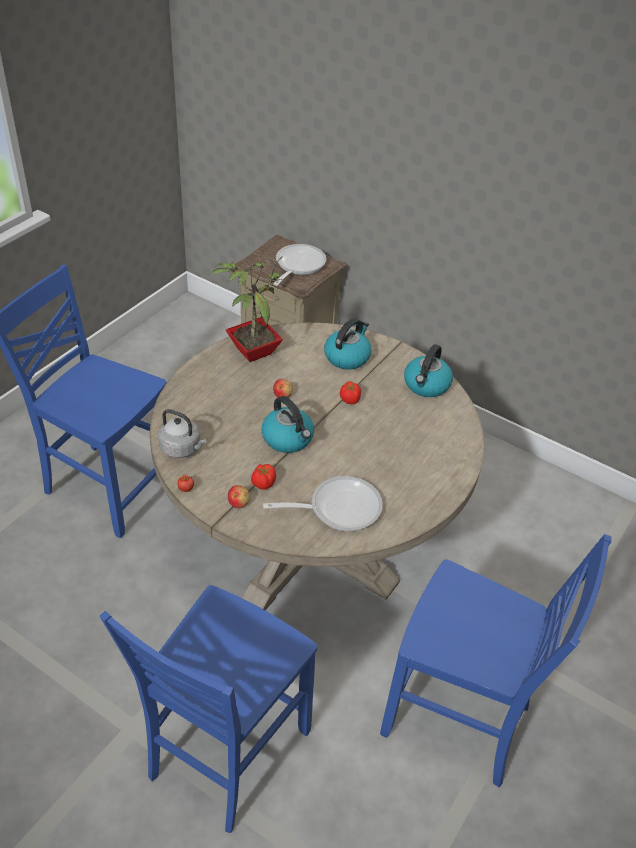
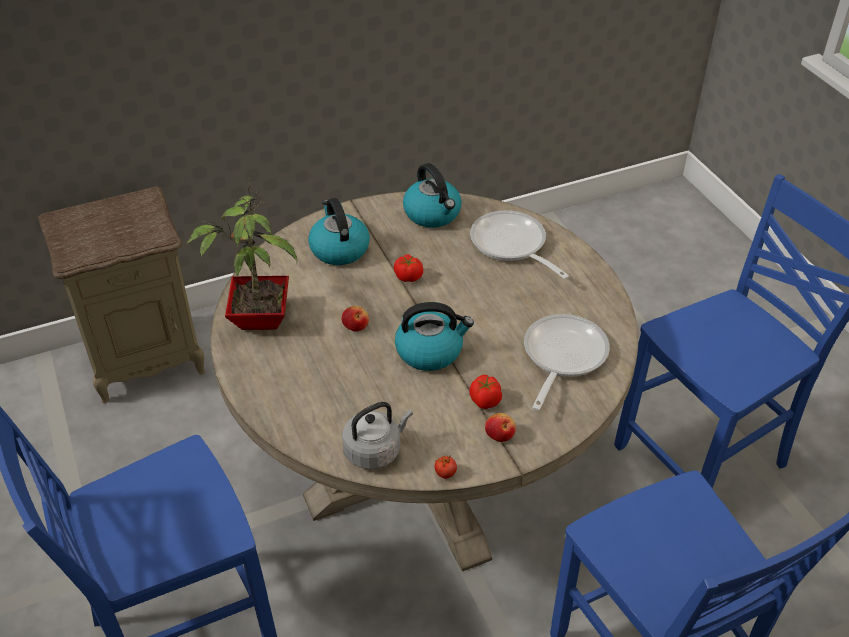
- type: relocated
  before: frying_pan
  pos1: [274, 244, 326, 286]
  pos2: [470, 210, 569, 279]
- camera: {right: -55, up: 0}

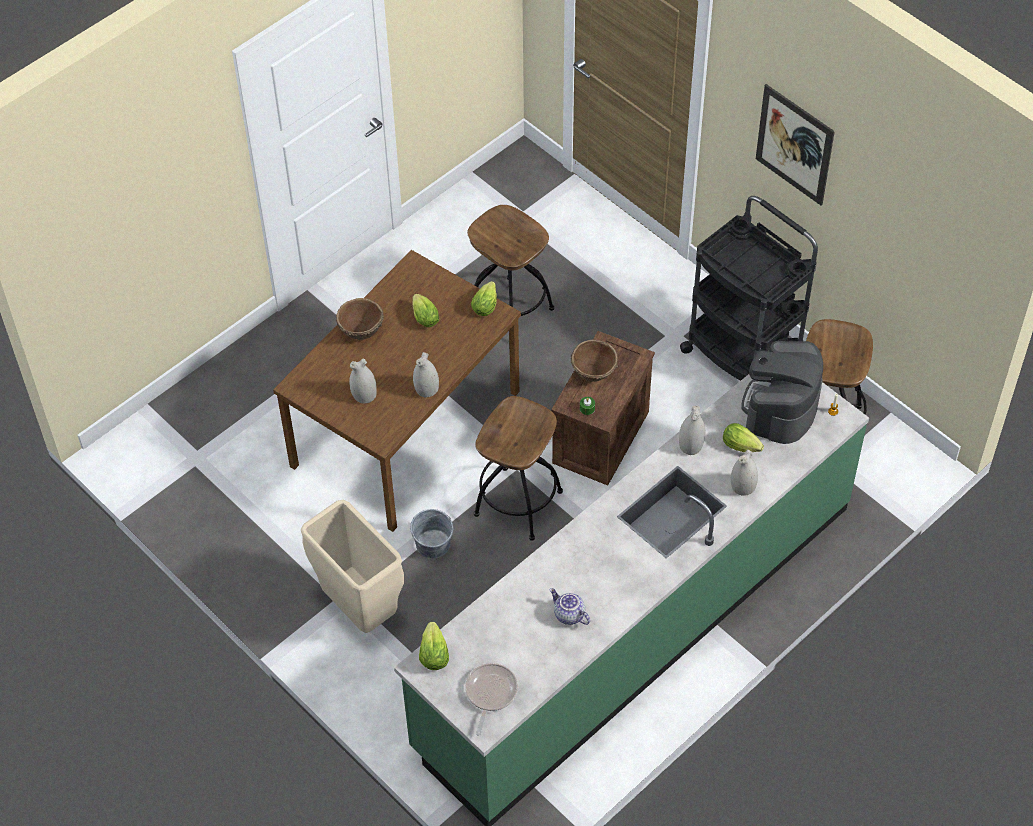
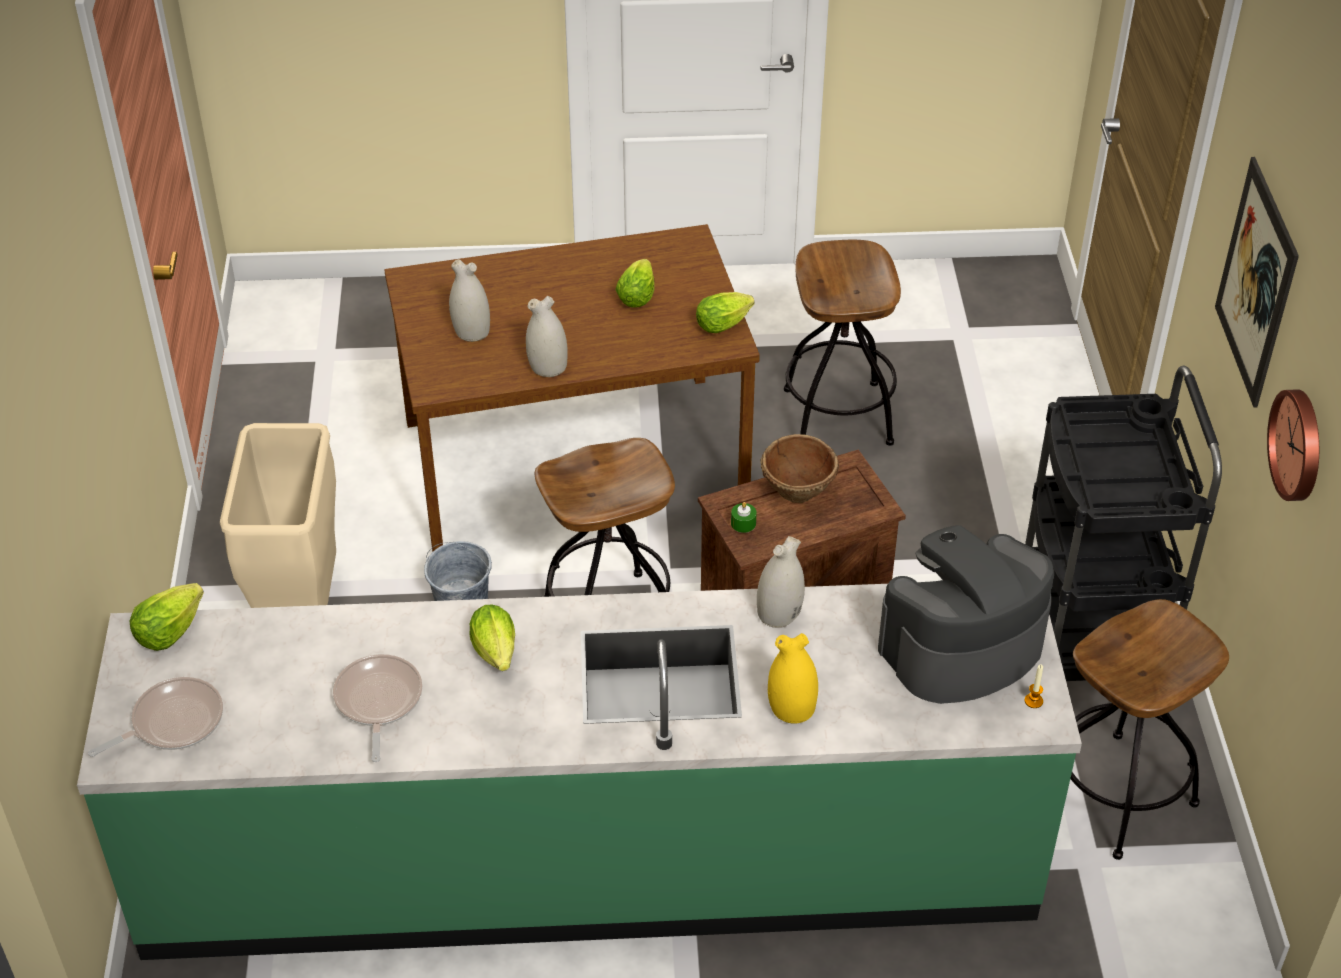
- type: missing
  before: brown_bowl
  pos1: [336, 298, 384, 340]
- type: appeared
  after: wall_clock
  pos2: [1267, 390, 1319, 501]
- type: relocated
  before: lettuce
  pos1: [723, 423, 764, 452]
  pos2: [469, 605, 515, 671]
- type: exchanged
  before: teapot
  after: frying_pan
  pos1: [550, 588, 590, 625]
  pos2: [333, 654, 422, 762]
- type: colour
  before: white_vase
  after: yellow_vase
  pos1: [731, 450, 758, 496]
  pos2: [768, 633, 818, 724]
- camera: {right: 40, up: -10}

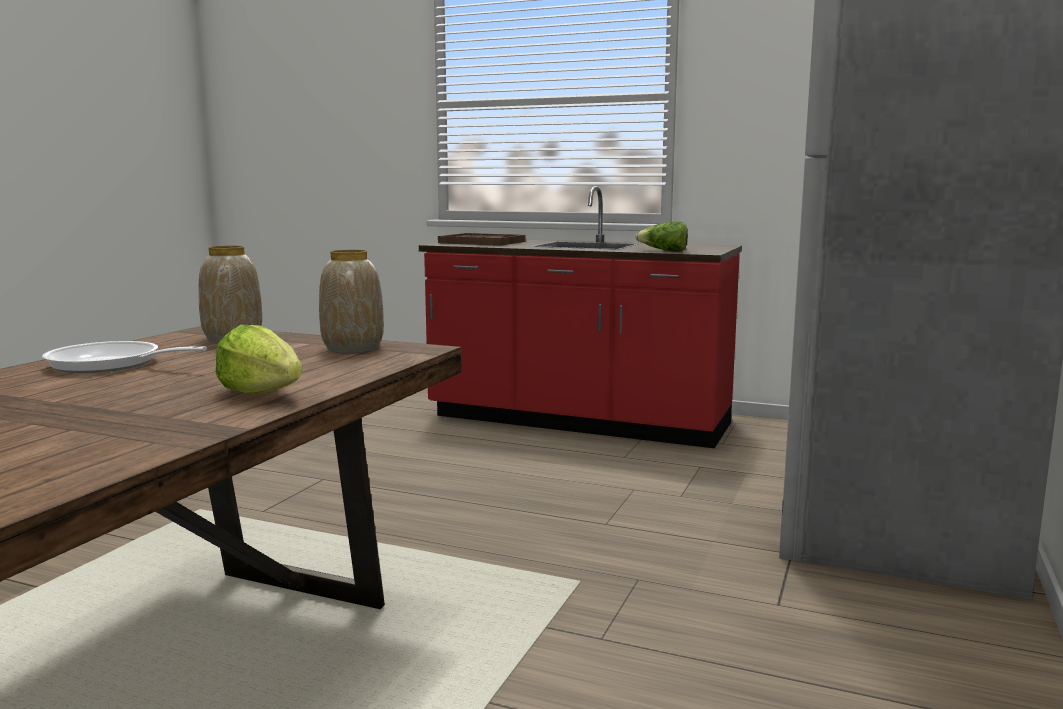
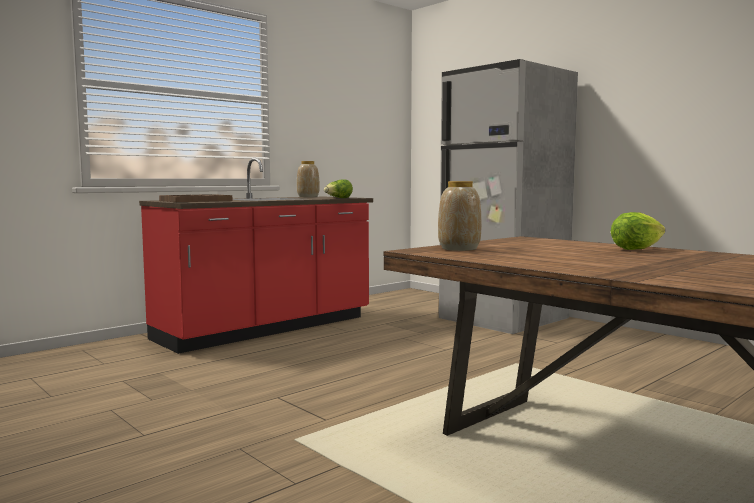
- type: missing
  before: frying_pan
  pos1: [42, 341, 207, 373]
- type: relocated
  before: vase
  pos1: [319, 250, 384, 353]
  pos2: [297, 161, 320, 197]
- camera: {right: -65, up: -5}

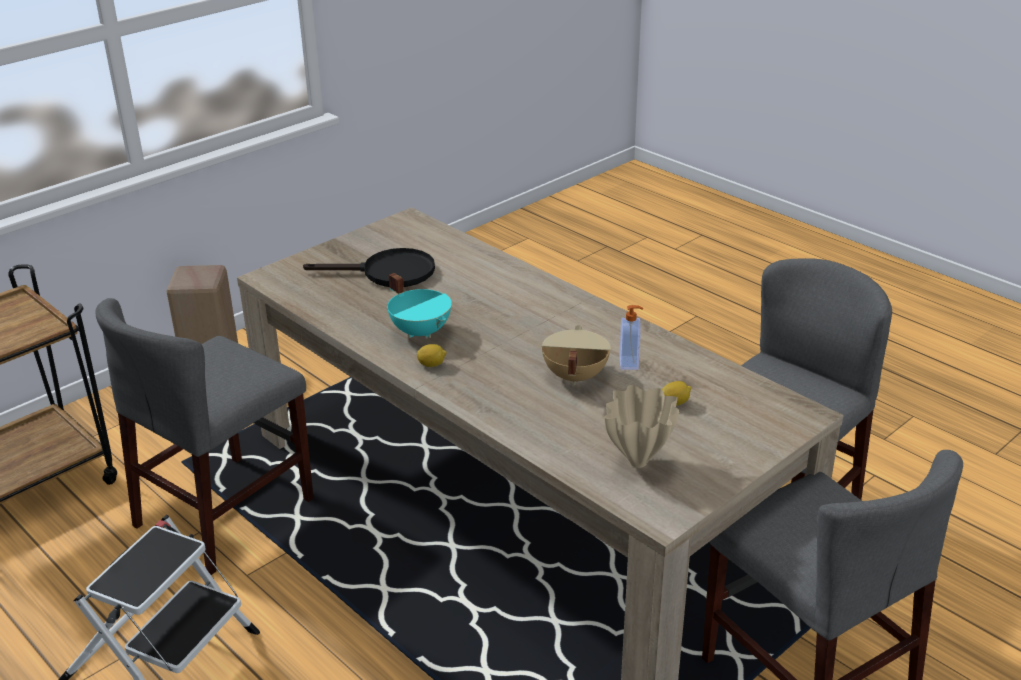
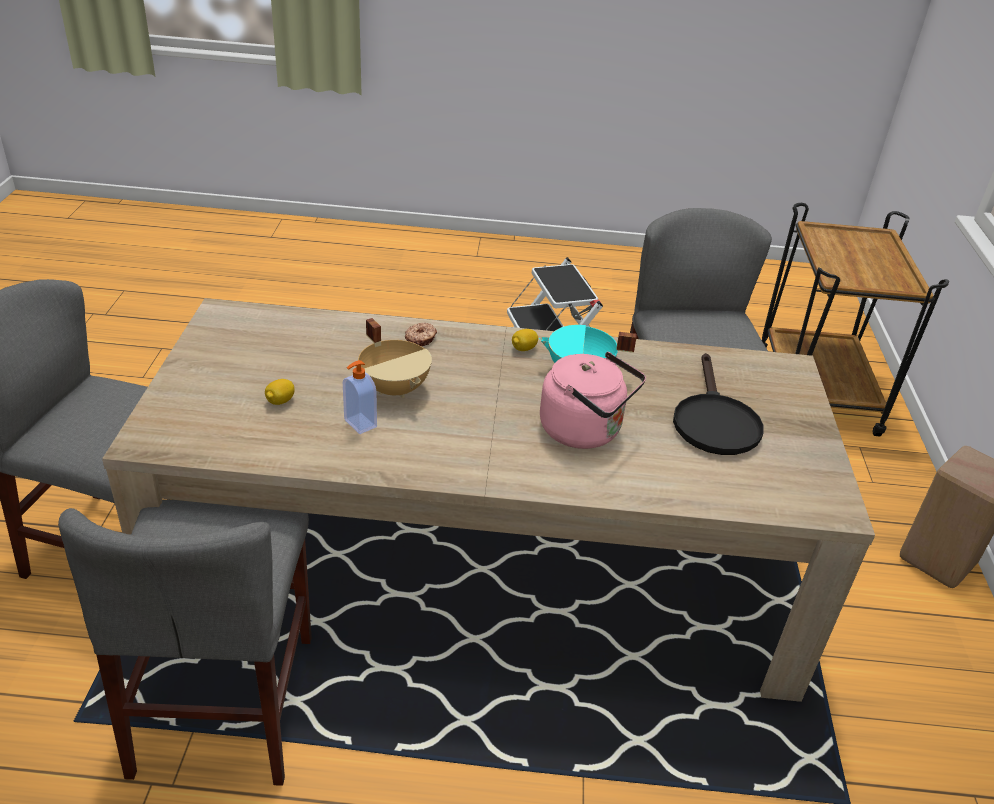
- type: missing
  before: beige_vase
  pos1: [604, 385, 680, 468]
- type: appeared
  after: donut
  pos2: [405, 323, 437, 346]
- type: appeared
  after: pink_kettle
  pos2: [540, 352, 646, 449]
- type: spun
  before: black_frying_pan
  pos1: [303, 248, 435, 287]
  pos2: [673, 353, 764, 455]
  turn: -45
- camera: {right: 135, up: 5}

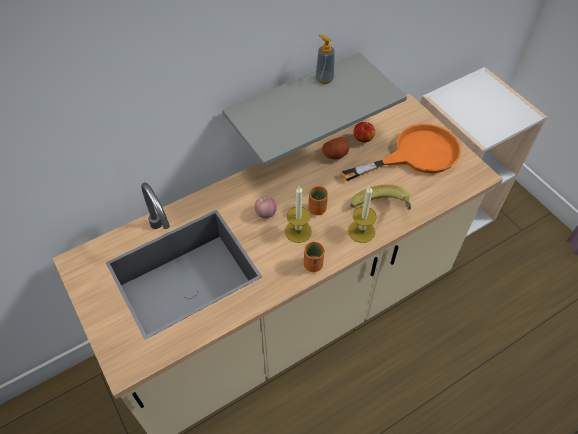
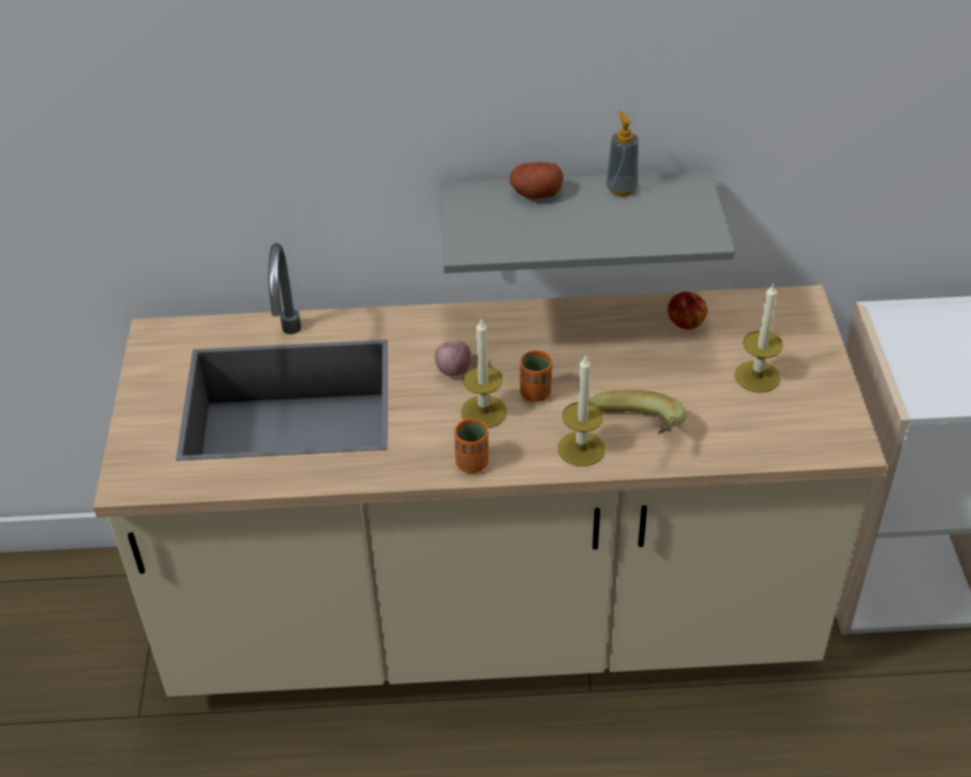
- type: relocated
  before: potato
  pos1: [322, 137, 349, 159]
  pos2: [510, 162, 563, 199]
- type: exchanged
  before: orange_frying_pan
  after: candle
  pos1: [341, 124, 461, 181]
  pos2: [735, 284, 783, 392]
- camera: {right: 30, up: -10}

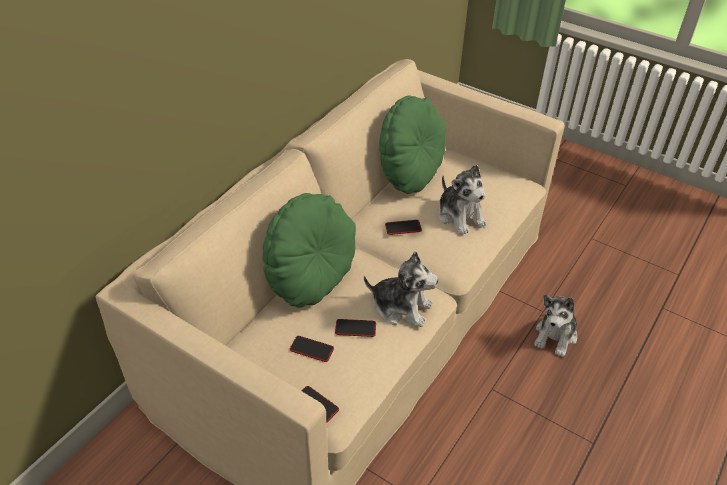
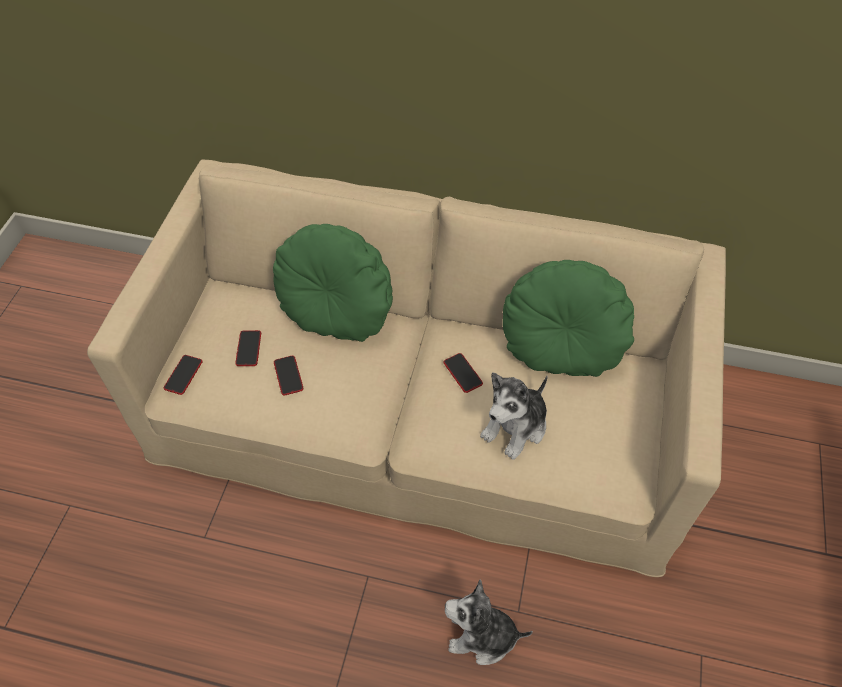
- type: missing
  before: plush_toy
  pos1: [364, 251, 438, 327]
- camera: {right: 70, up: 10}

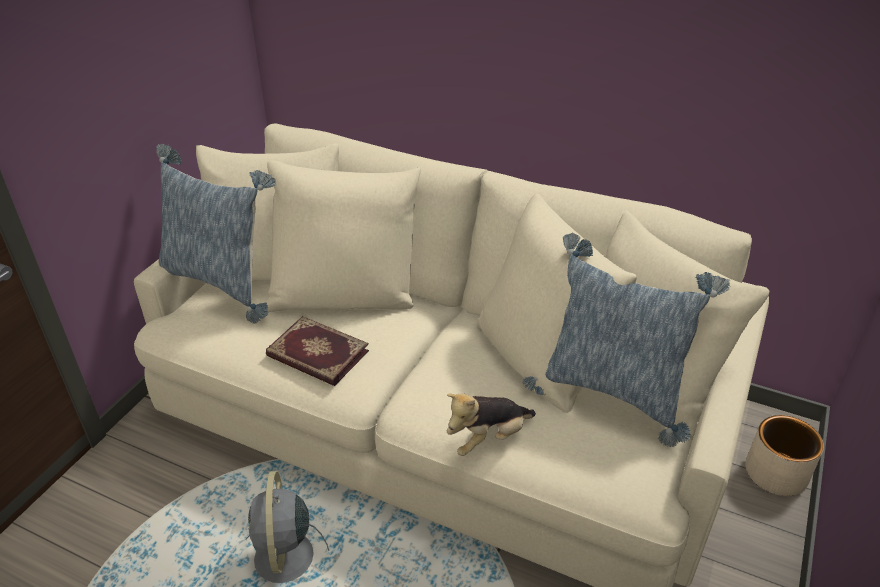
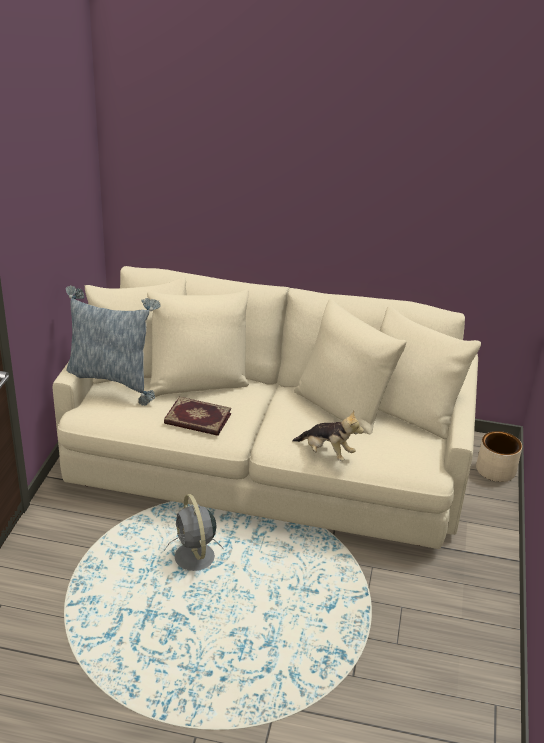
- type: missing
  before: pillow
  pos1: [522, 232, 730, 447]
- type: spun
  before: plush_toy
  pos1: [447, 393, 536, 456]
  pos2: [292, 411, 364, 461]
  turn: -105
- camera: {right: -15, up: -5}

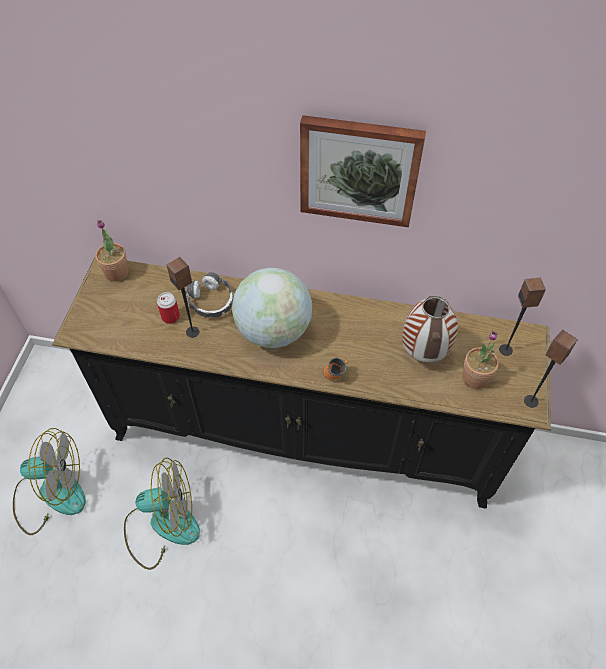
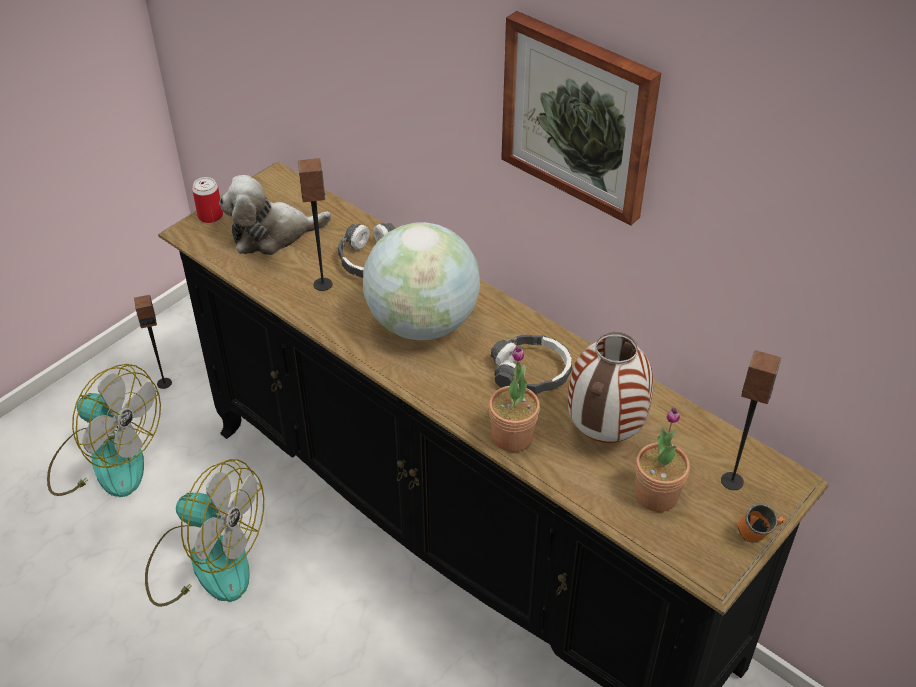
- type: appeared
  after: plush_toy
  pos2: [219, 175, 332, 255]
- type: appeared
  after: headphones
  pos2: [491, 335, 572, 394]
- type: relocated
  before: potted_plant
  pos1: [95, 220, 129, 282]
  pos2: [489, 346, 540, 452]
- type: relocated
  before: can
  pos1: [157, 292, 180, 324]
  pos2: [192, 177, 223, 223]
- type: relocated
  before: orange_mug
  pos1: [324, 358, 349, 381]
  pos2: [738, 504, 785, 543]
- type: relocated
  before: speaker
  pos1: [524, 330, 578, 408]
  pos2: [134, 295, 172, 389]
- camera: {right: 30, up: -10}

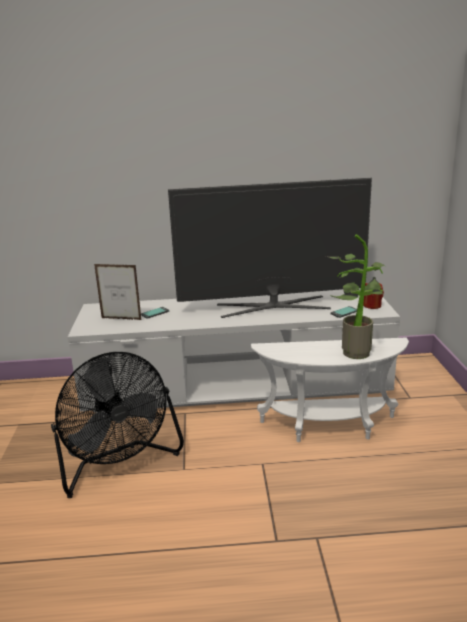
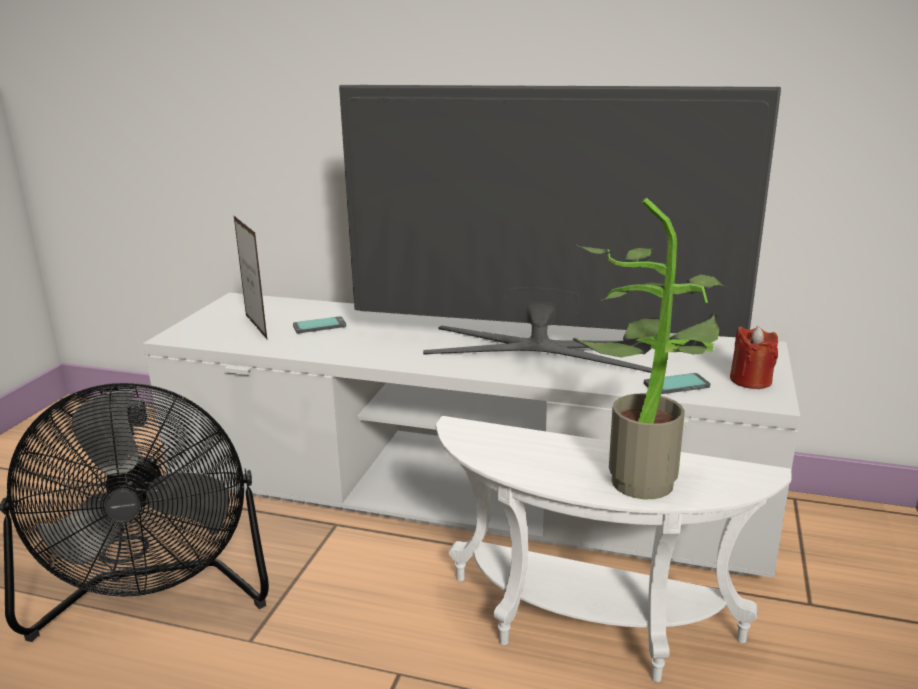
- type: spun
  before: picture_frame
  pos1: [94, 264, 142, 320]
  pos2: [234, 216, 267, 339]
  turn: -150
- camera: {right: 20, up: 0}

